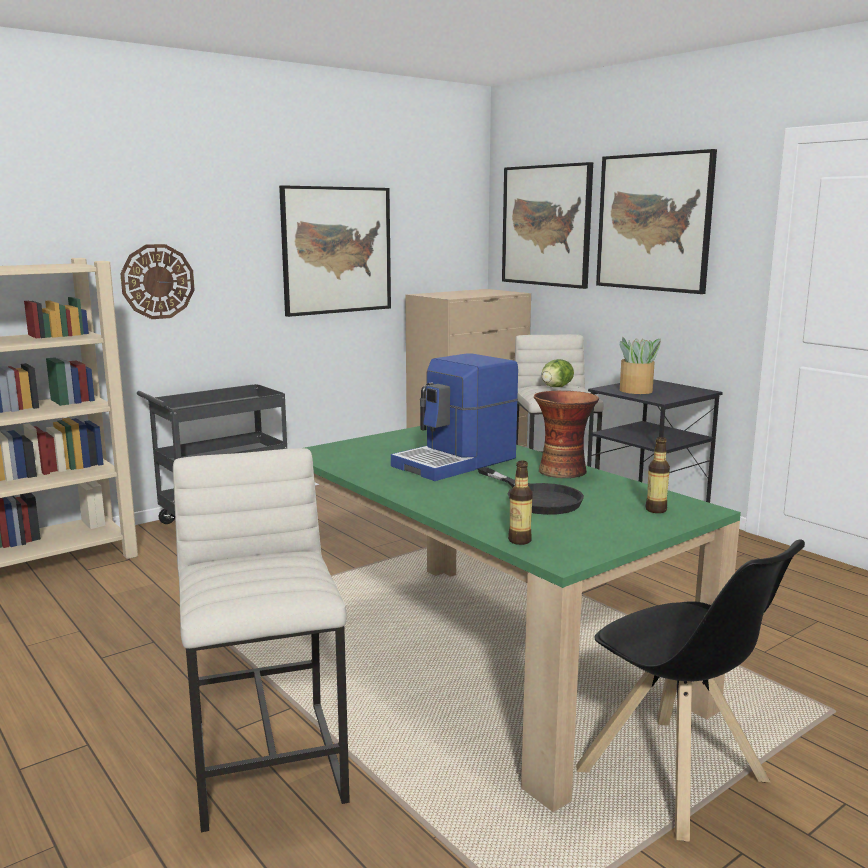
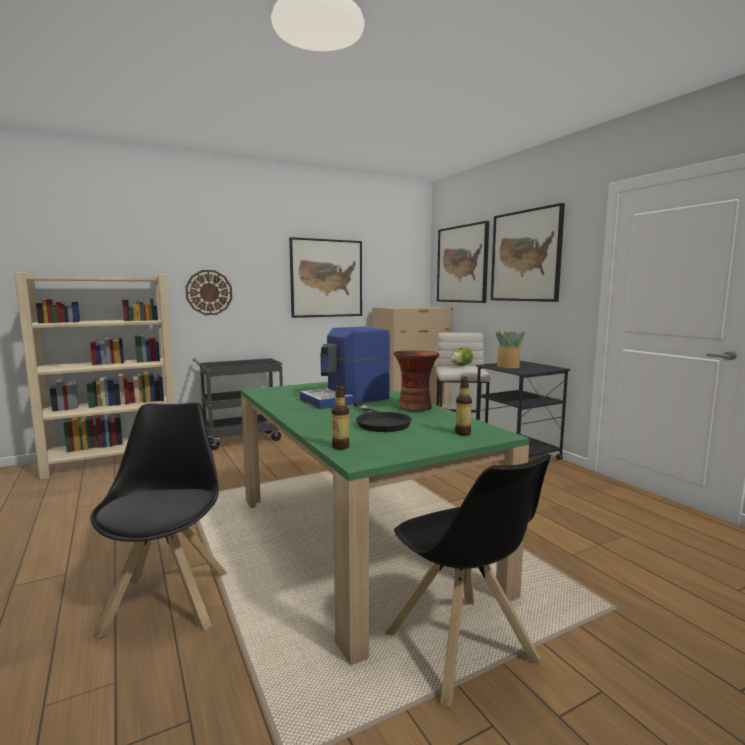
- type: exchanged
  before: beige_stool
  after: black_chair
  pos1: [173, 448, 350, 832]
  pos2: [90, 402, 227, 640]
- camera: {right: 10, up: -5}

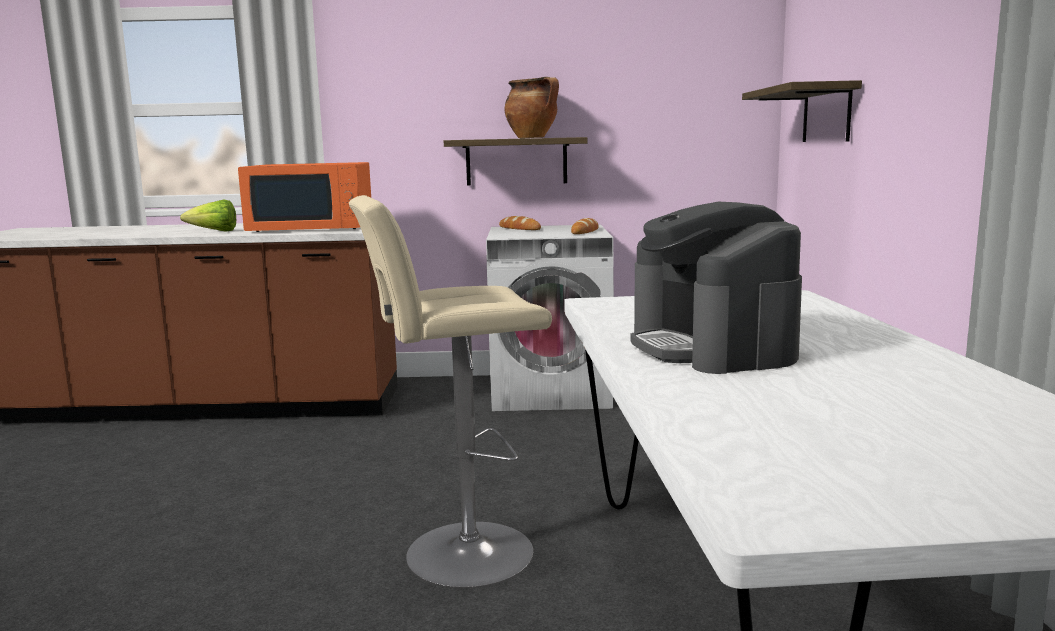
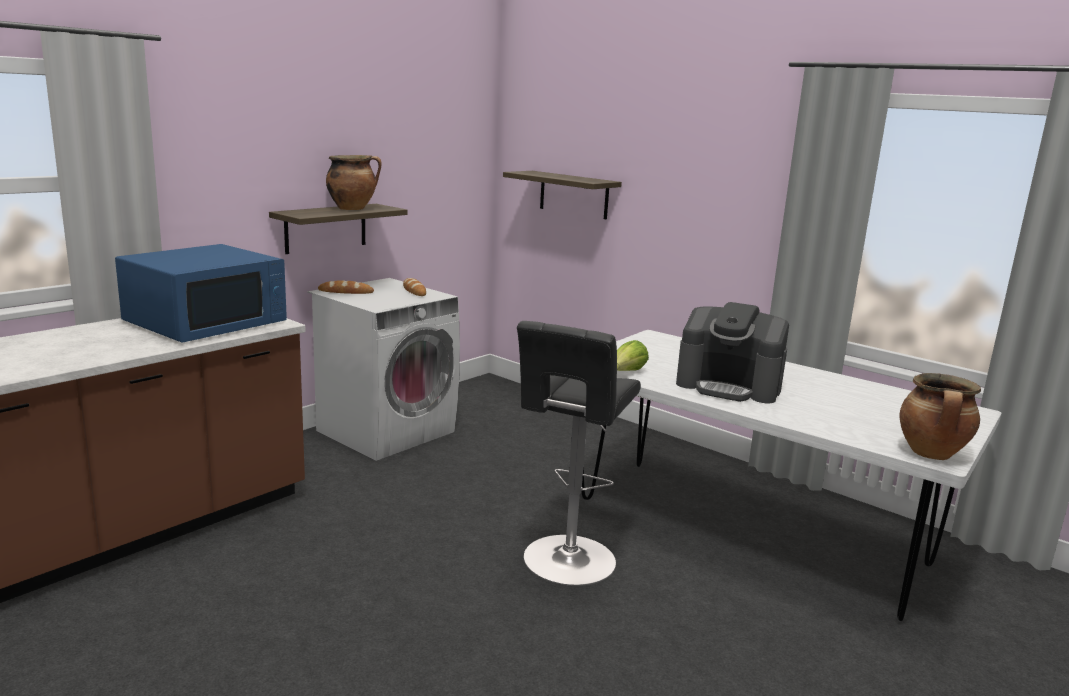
- type: appeared
  after: cooking_pot
  pos2: [900, 373, 981, 460]
- type: relocated
  before: lettuce
  pos1: [180, 200, 236, 232]
  pos2: [617, 340, 649, 371]
- type: colour
  before: orange_microwave
  after: blue_microwave
  pos1: [238, 162, 371, 232]
  pos2: [115, 244, 287, 343]
- type: colour
  before: beige_stool
  after: black_stool
  pos1: [349, 195, 552, 589]
  pos2: [517, 321, 641, 586]
- camera: {right: -50, up: 5}

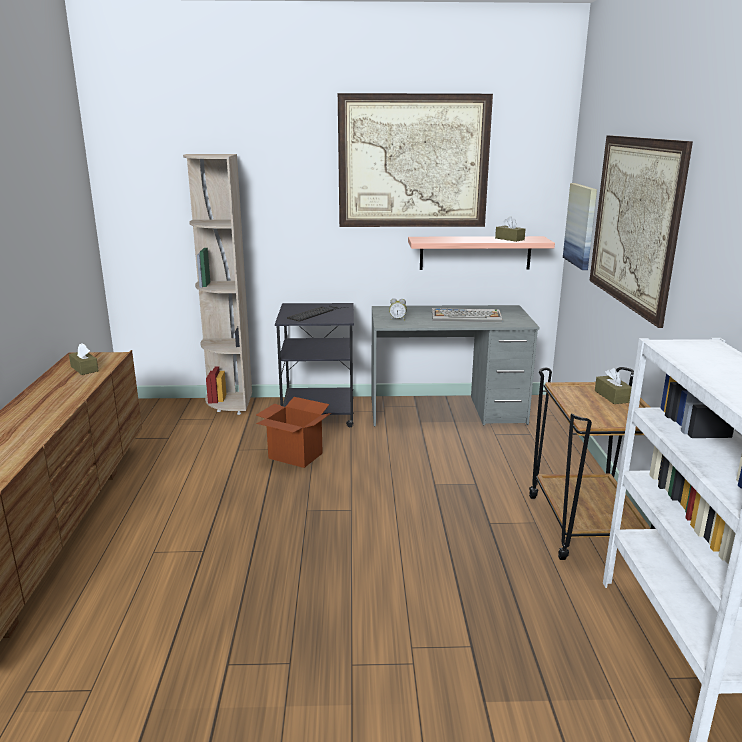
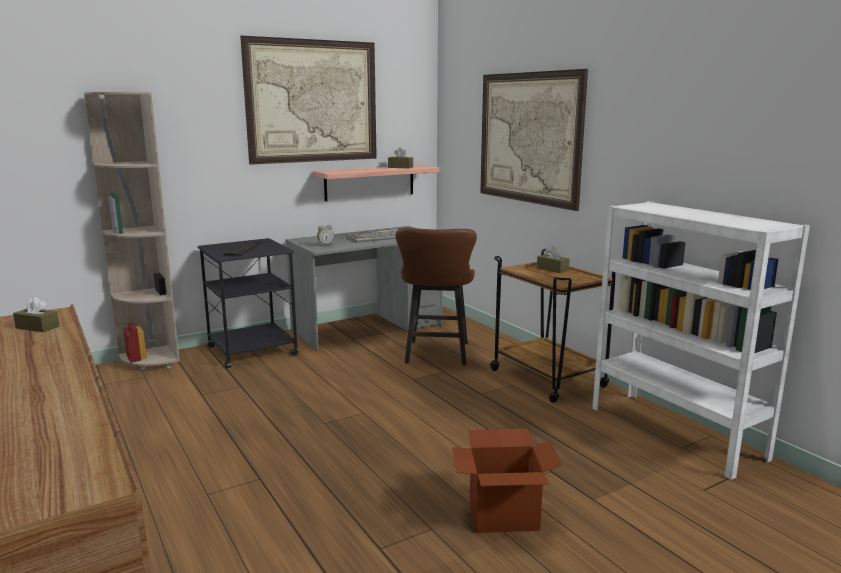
- type: missing
  before: picture
  pos1: [563, 183, 597, 270]
- type: appeared
  after: brown_stool
  pos2: [395, 228, 477, 366]
- type: relocated
  before: cardboard_box
  pos1: [256, 397, 331, 468]
  pos2: [452, 429, 562, 533]
- camera: {right: -30, up: -5}

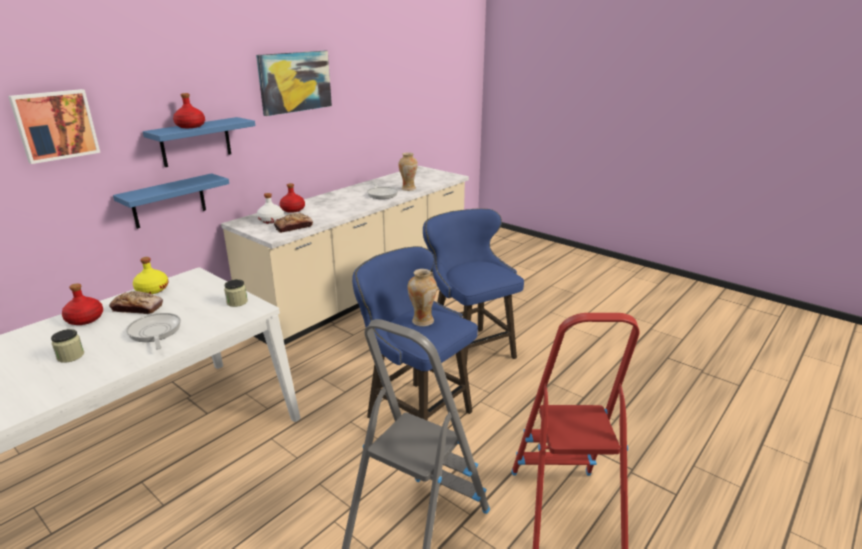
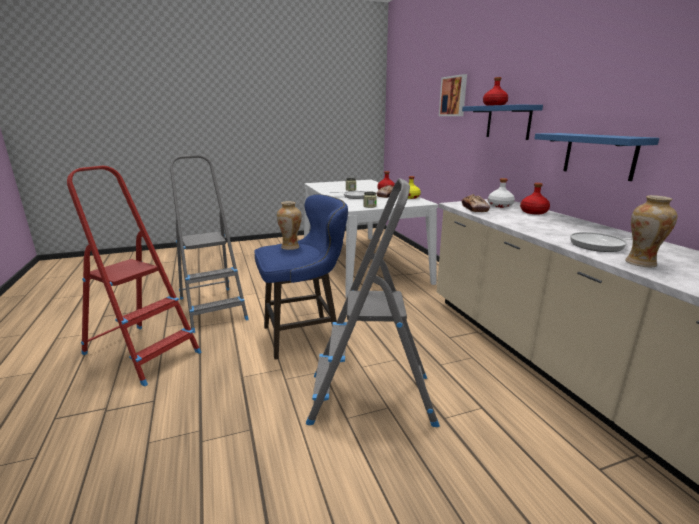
- type: missing
  before: picture
  pos1: [256, 51, 332, 116]
- type: relocated
  before: blue_shelf
  pos1: [113, 173, 229, 229]
  pos2: [535, 133, 659, 181]
- type: exchanged
  before: blue_stool
  after: grey_step_ladder
  pos1: [423, 208, 524, 366]
  pos2: [306, 178, 440, 427]
- camera: {right: 120, up: -5}

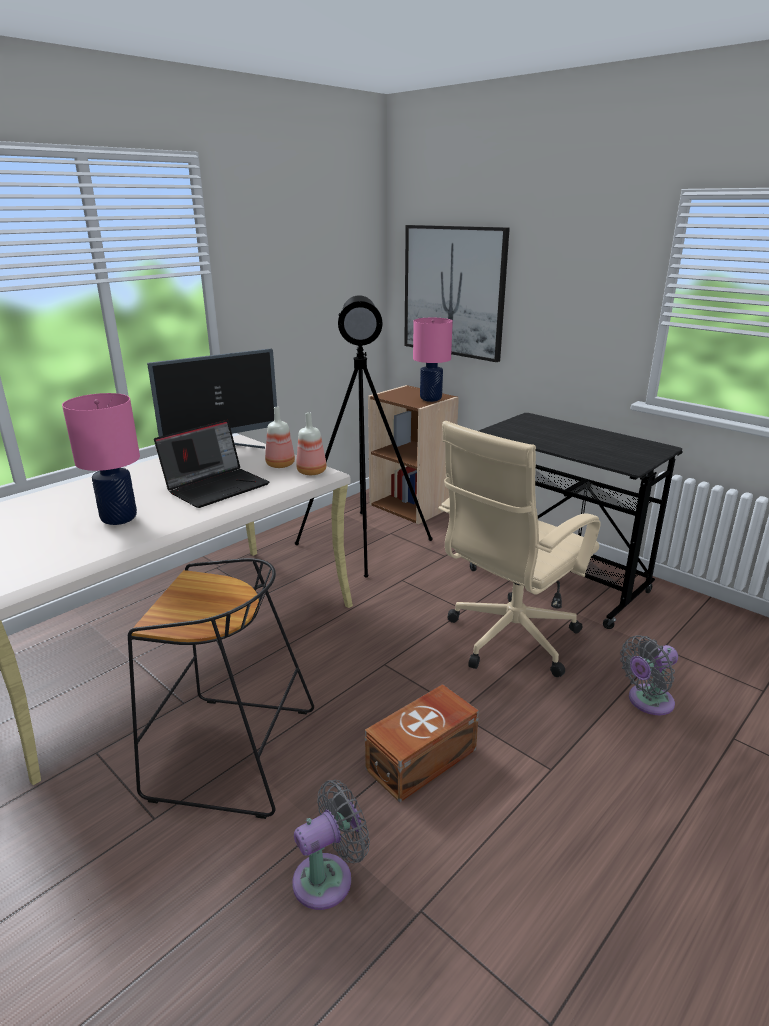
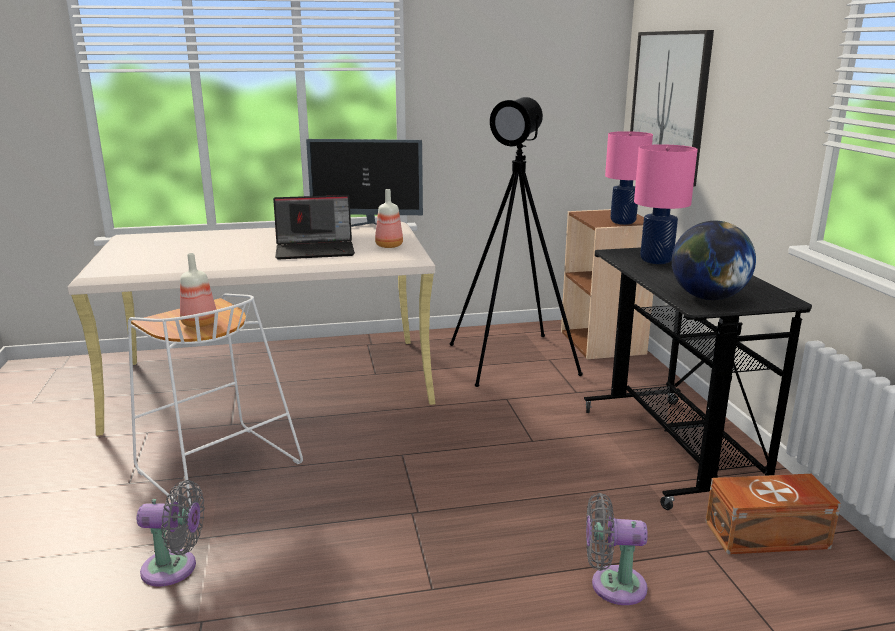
- type: missing
  before: beige_office_chair
  pos1: [438, 421, 601, 677]
- type: appeared
  after: globe
  pos2: [672, 221, 756, 300]
- type: relocated
  before: pink_table_lamp
  pos1: [62, 393, 140, 525]
  pos2: [634, 144, 698, 264]
- type: relocated
  before: bottle
  pos1: [296, 412, 327, 475]
  pos2: [180, 253, 217, 328]
- type: relocated
  before: brown_storage_box
  pos1: [365, 684, 479, 803]
  pos2: [706, 474, 841, 554]
- type: colour
  before: black_stool
  after: white_stool
  pos1: [128, 558, 314, 819]
  pos2: [128, 293, 303, 504]
- camera: {right: 35, up: -5}

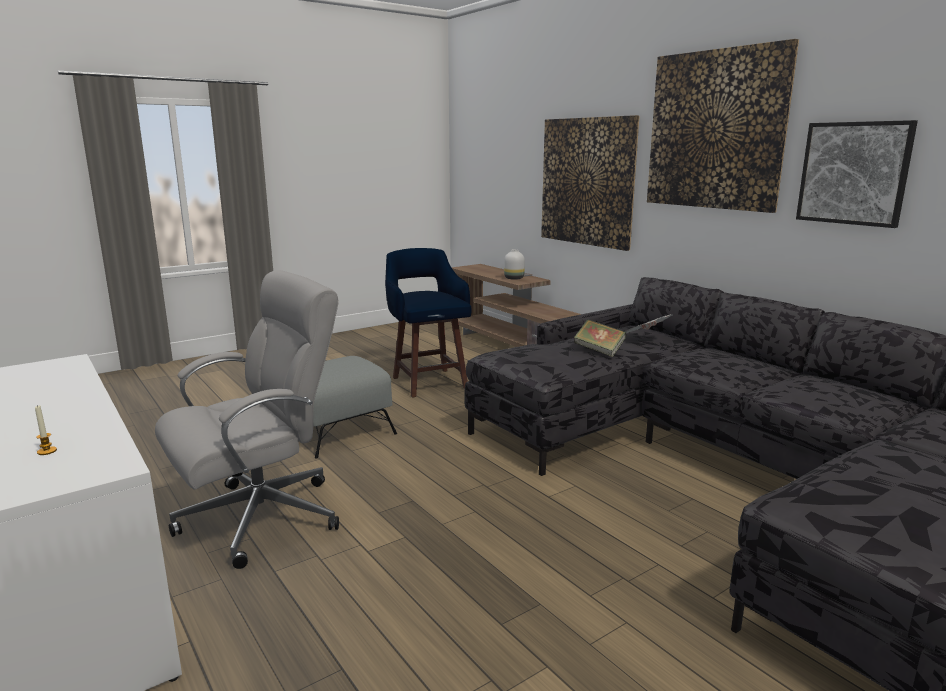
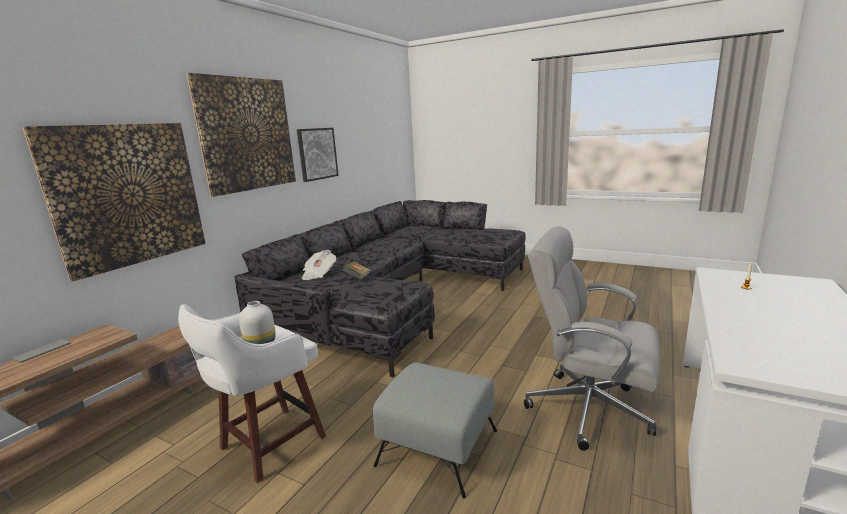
- type: relocated
  before: white_vase
  pos1: [504, 249, 525, 280]
  pos2: [239, 301, 276, 344]
- type: colour
  before: blue_stool
  after: white_stool
  pos1: [385, 248, 471, 398]
  pos2: [178, 304, 326, 483]
- camera: {right: -115, up: 0}

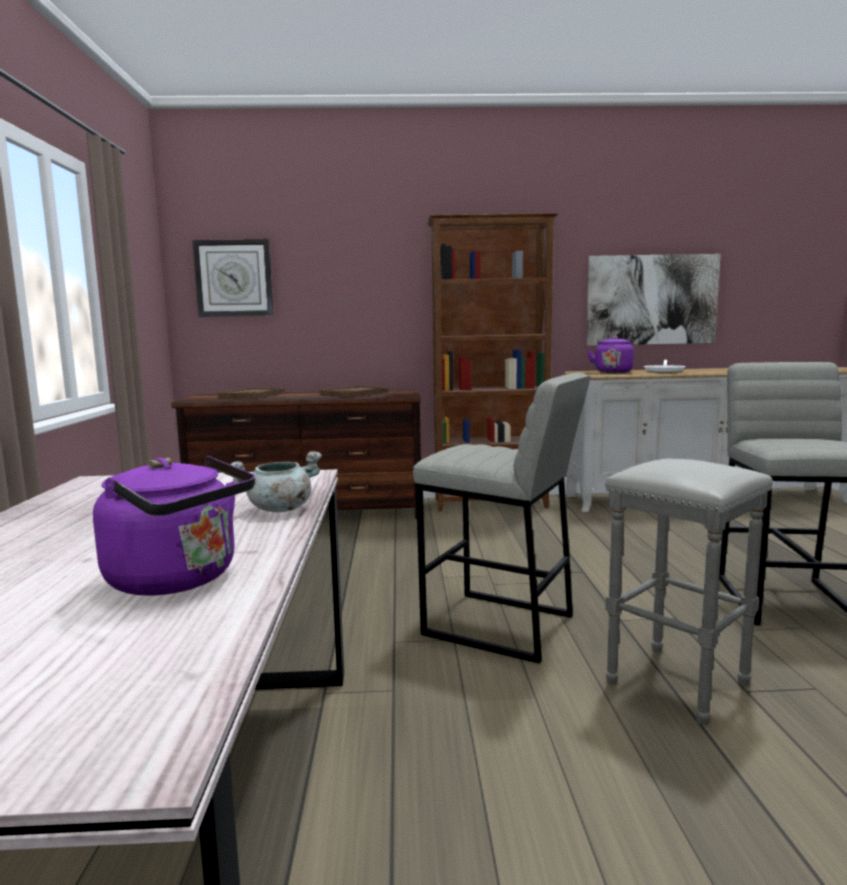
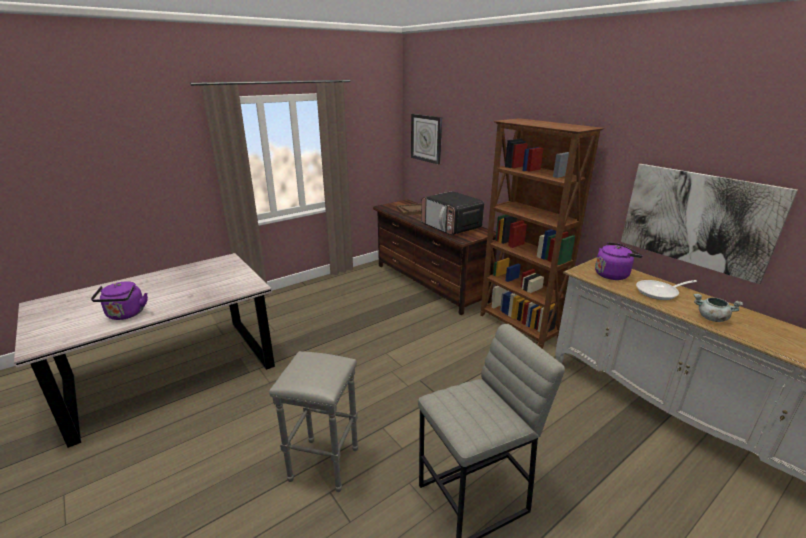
- type: missing
  before: grey_stool
  pos1: [413, 373, 590, 663]
- type: relocated
  before: grey_cooking_pot
  pos1: [230, 451, 322, 512]
  pos2: [694, 294, 743, 322]
- type: exchanged
  before: brown_tray
  after: microwave
  pos1: [320, 386, 389, 398]
  pos2: [421, 191, 484, 235]
- camera: {right: 55, up: 15}

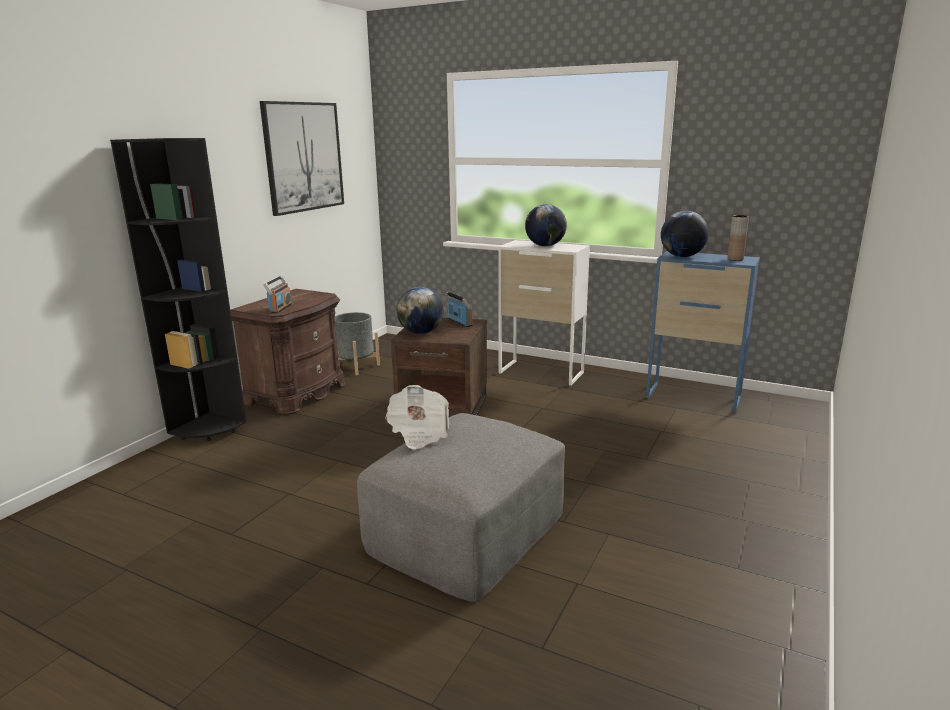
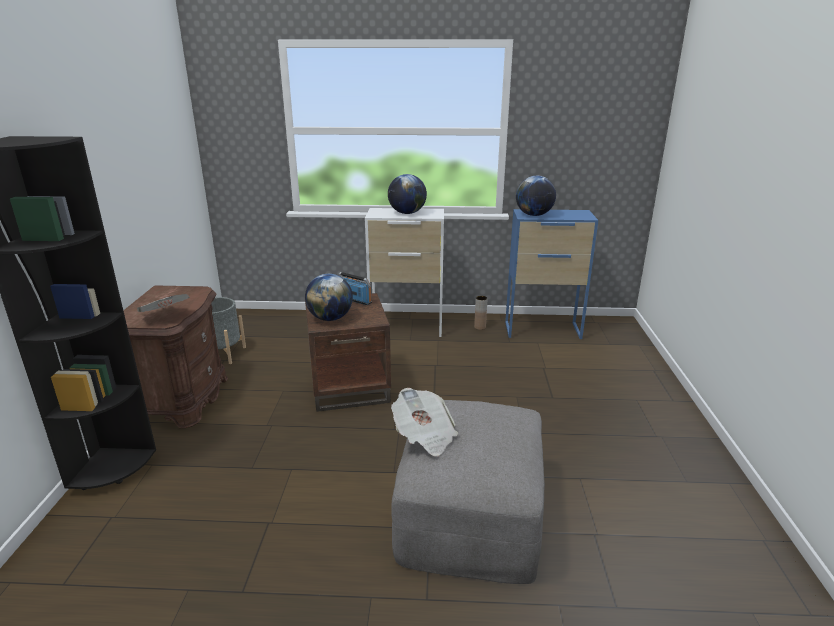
- type: missing
  before: picture
  pos1: [260, 101, 344, 216]
- type: relocated
  before: brown_vase
  pos1: [727, 215, 749, 261]
  pos2: [474, 296, 488, 330]
- type: exchanged
  before: radio
  after: newspaper
  pos1: [264, 276, 292, 313]
  pos2: [137, 294, 190, 312]
- camera: {right: -25, up: 5}

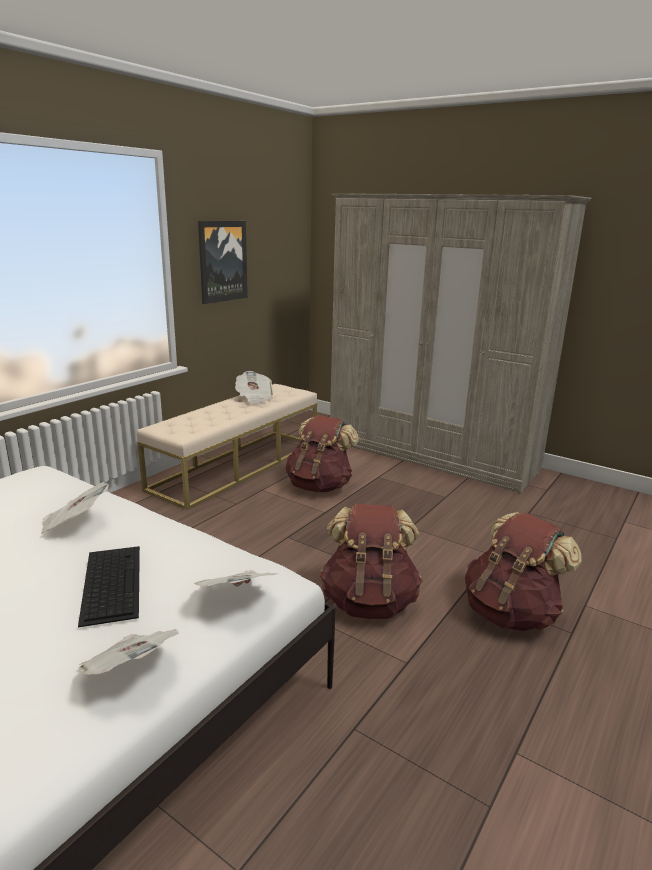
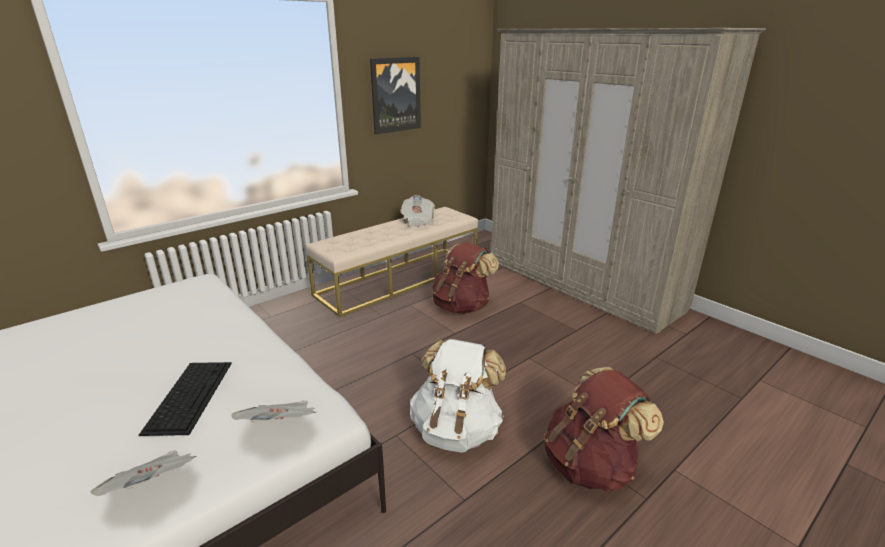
- type: missing
  before: newspaper
  pos1: [41, 482, 109, 534]
- type: colour
  before: brown_backpack
  after: white_backpack
  pos1: [320, 504, 423, 619]
  pos2: [410, 339, 506, 453]
- camera: {right: 15, up: 5}

